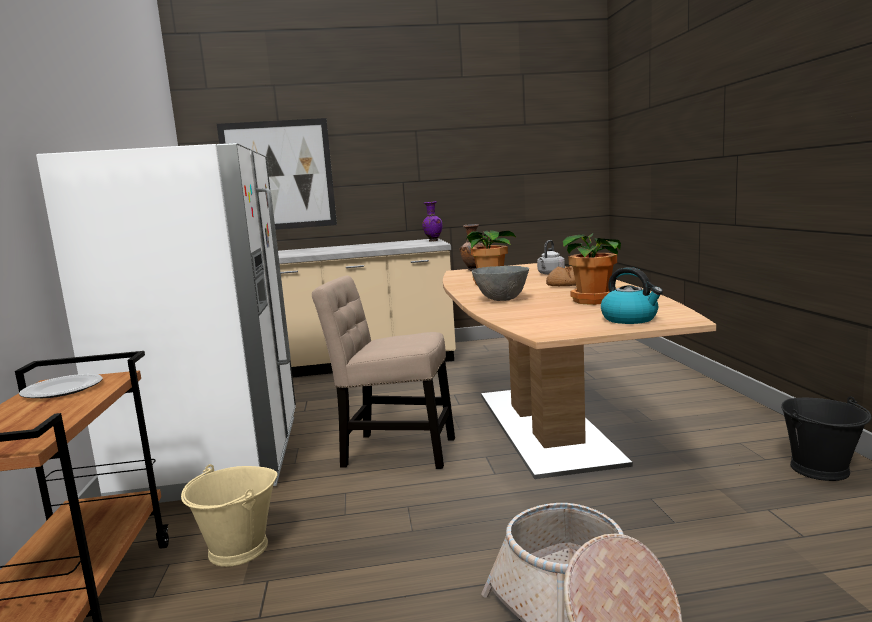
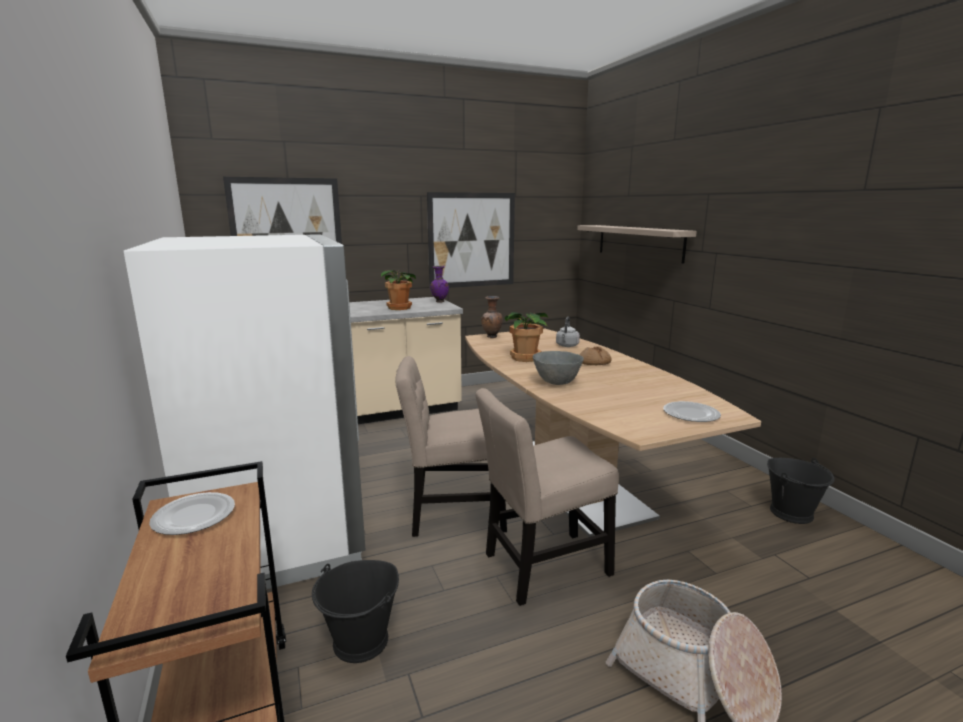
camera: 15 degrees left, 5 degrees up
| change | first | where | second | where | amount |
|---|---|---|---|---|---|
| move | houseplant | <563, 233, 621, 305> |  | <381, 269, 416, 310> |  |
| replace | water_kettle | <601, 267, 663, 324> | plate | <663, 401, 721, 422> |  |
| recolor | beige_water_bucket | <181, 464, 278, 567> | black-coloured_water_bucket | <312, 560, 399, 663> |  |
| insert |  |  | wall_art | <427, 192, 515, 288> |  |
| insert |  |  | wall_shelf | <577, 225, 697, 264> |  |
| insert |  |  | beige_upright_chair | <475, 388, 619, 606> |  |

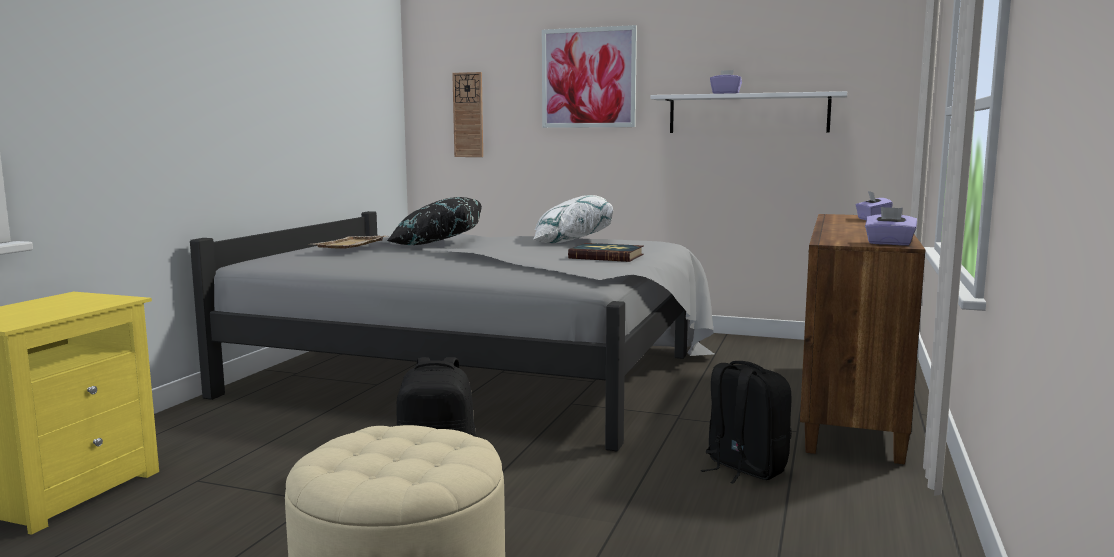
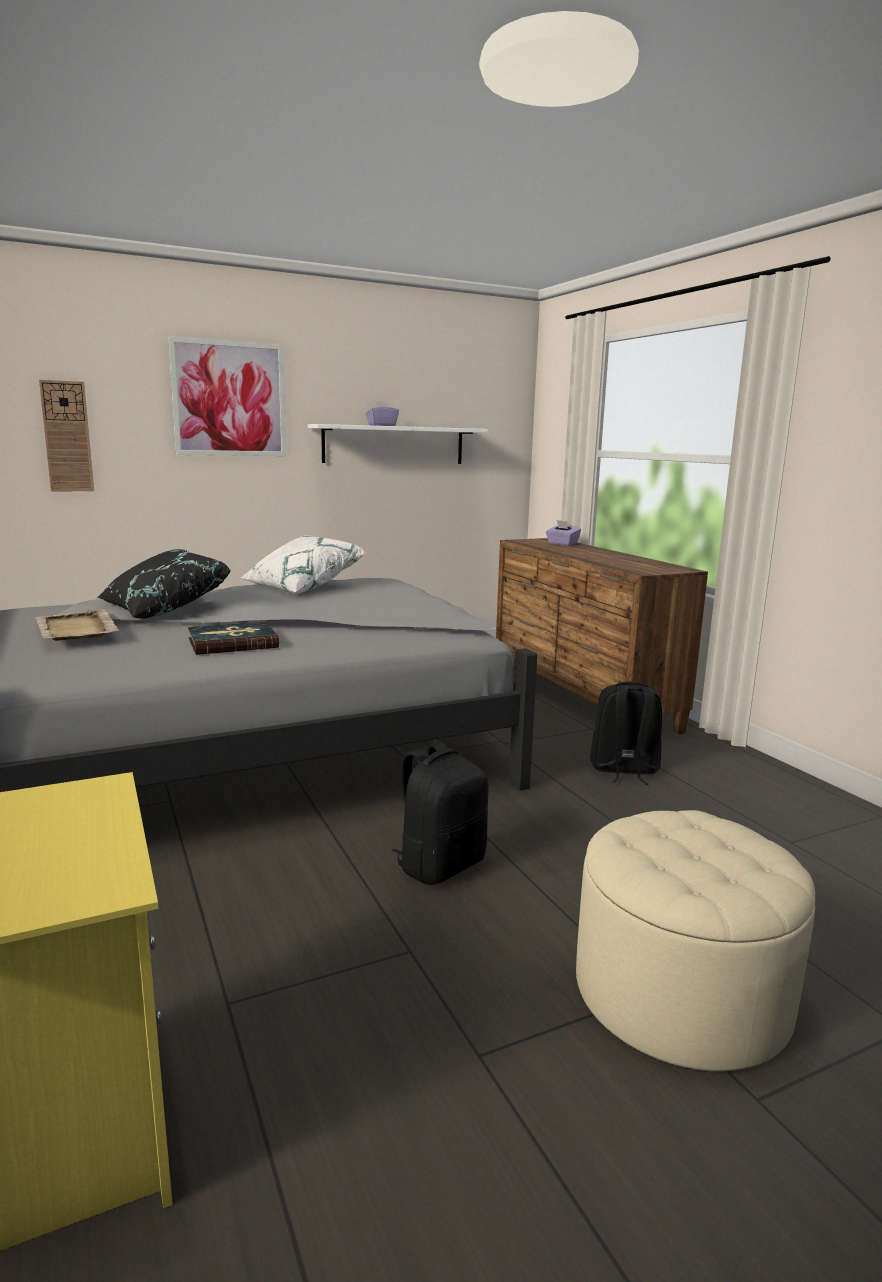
camera: 45 degrees left, 5 degrees up
| change | first | where | second | where | amount |
|---|---|---|---|---|---|
| delete | purple_tissue_holder | <865, 207, 917, 246> |  |  |  |
| move | book | <568, 243, 644, 262> |  | <188, 622, 279, 655> |  |

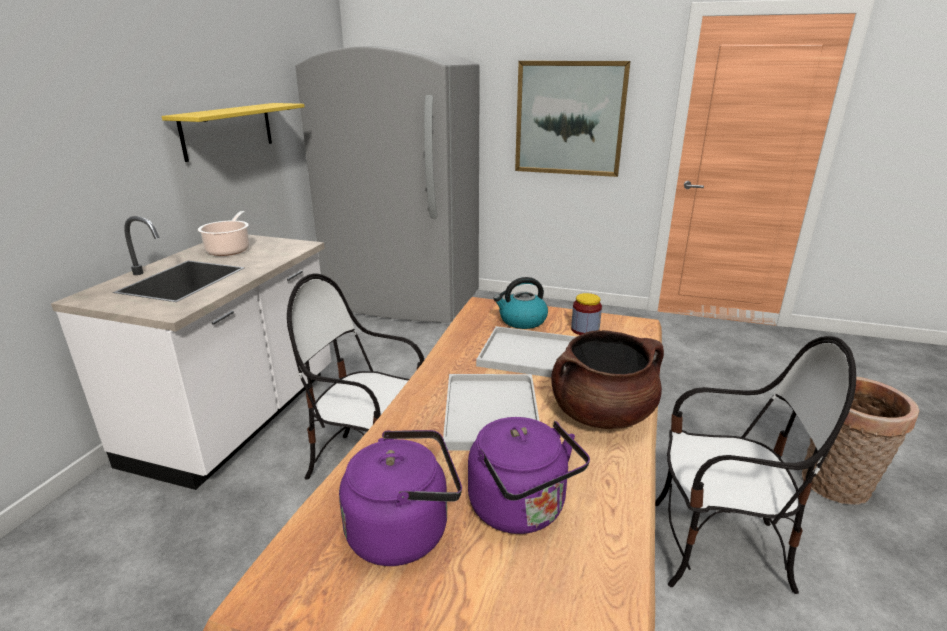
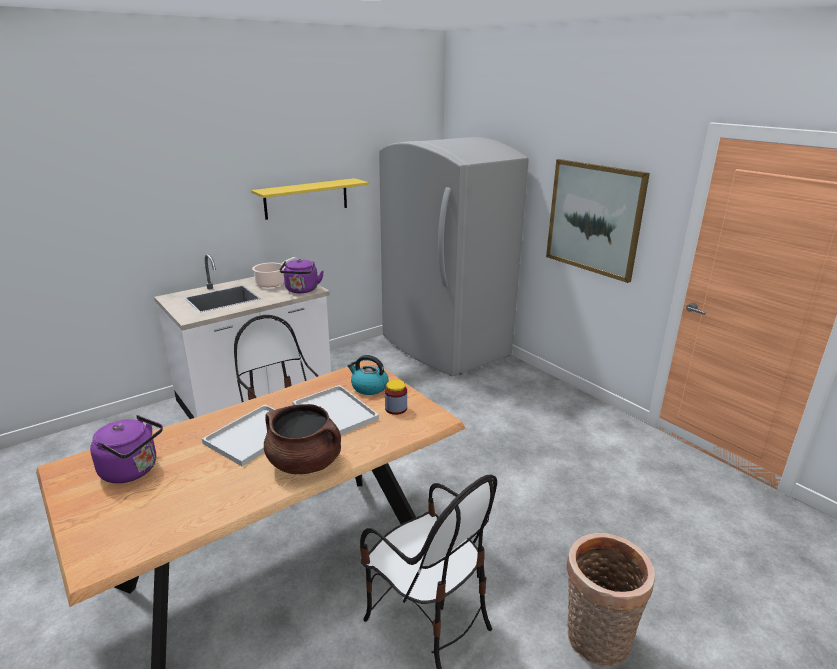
camera: 35 degrees right, 0 degrees up
| change | first | where | second | where | amount |
|---|---|---|---|---|---|
| move | purple_water_kettle | <468, 417, 590, 534> |  | <280, 259, 324, 293> |  |

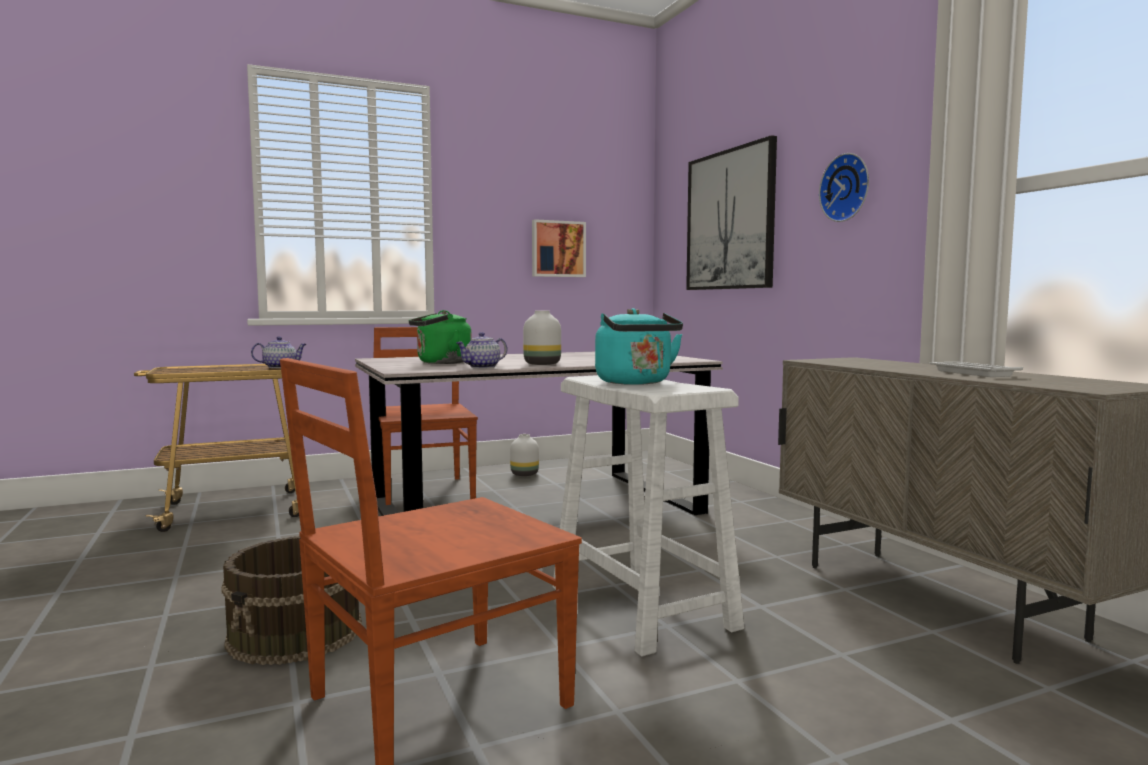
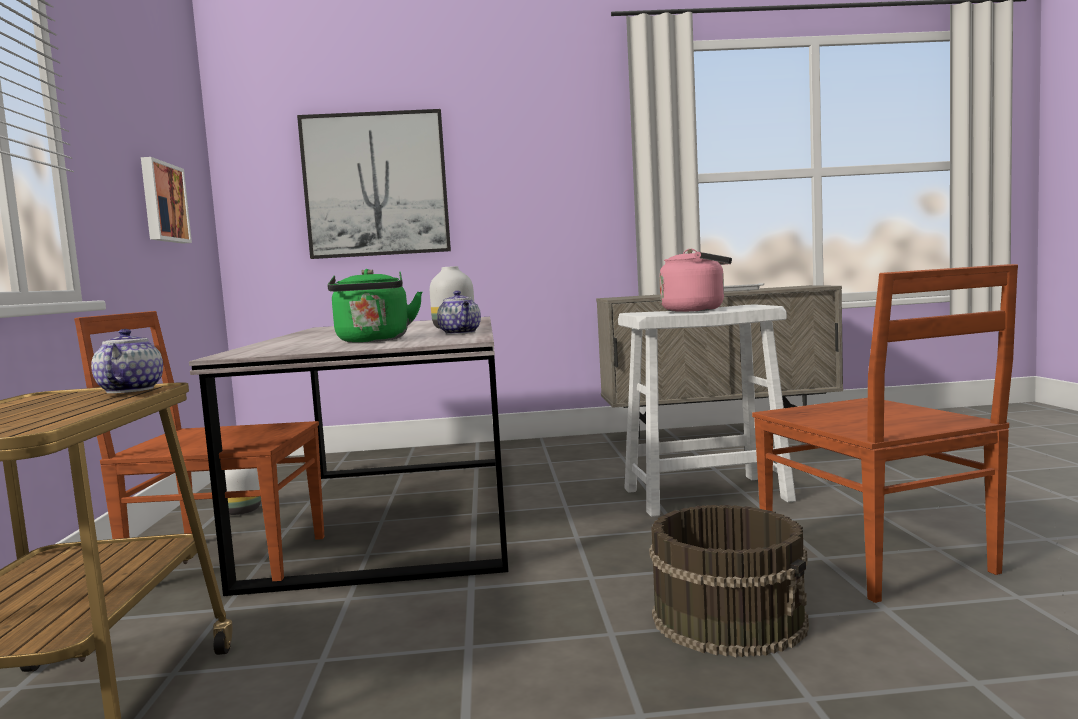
camera: 70 degrees left, 0 degrees up
| change | first | where | second | where | amount |
|---|---|---|---|---|---|
| delete | clock_on_the_wall | <819, 153, 869, 222> |  |  |  |
| recolor | turquoise-coloured_water_kettle | <595, 308, 683, 385> | pink-coloured_water_kettle | <659, 249, 732, 312> |  |

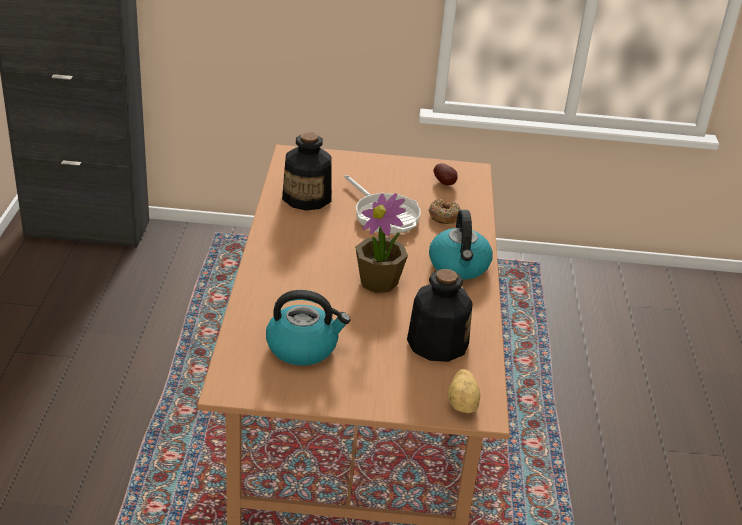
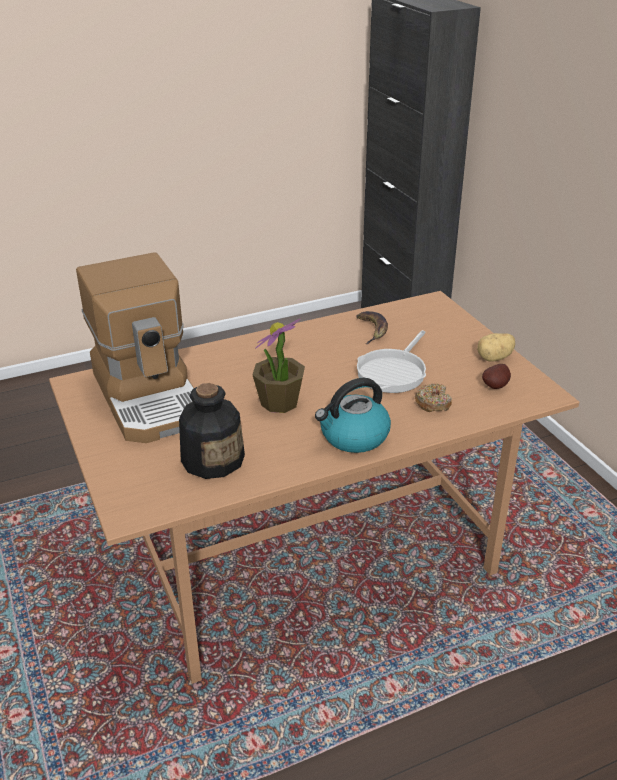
camera: 65 degrees right, 0 degrees up
| change | first | where | second | where | amount |
|---|---|---|---|---|---|
| replace | beverage_bottle | <282, 132, 332, 211> | banana | <356, 311, 388, 344> |  |
| replace | water_kettle | <266, 290, 351, 365> | coffee_maker | <76, 252, 194, 443> |  |
| move | spud | <447, 369, 480, 413> |  | <477, 333, 515, 362> |  |

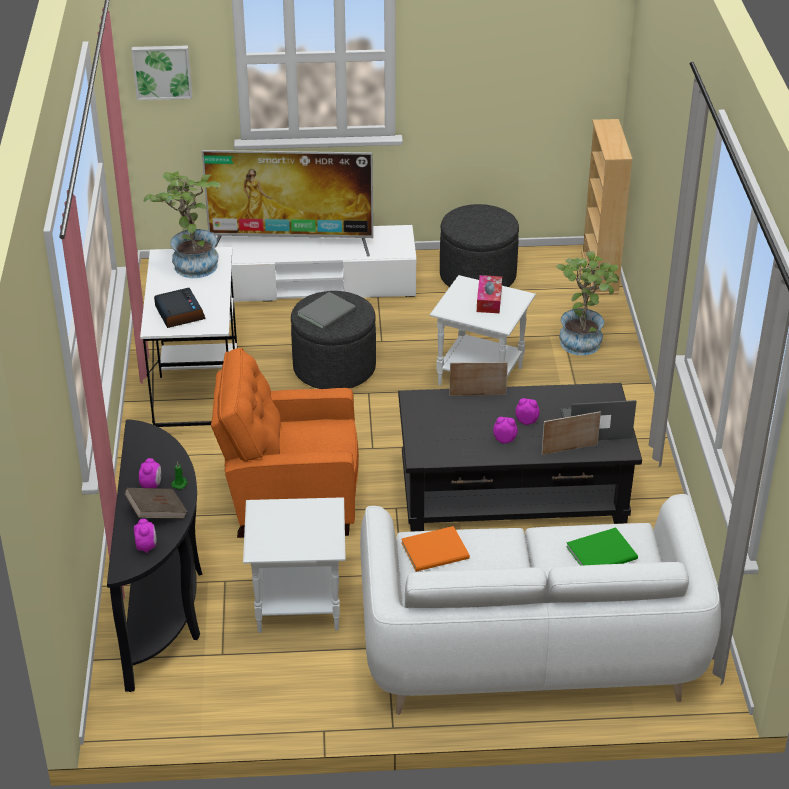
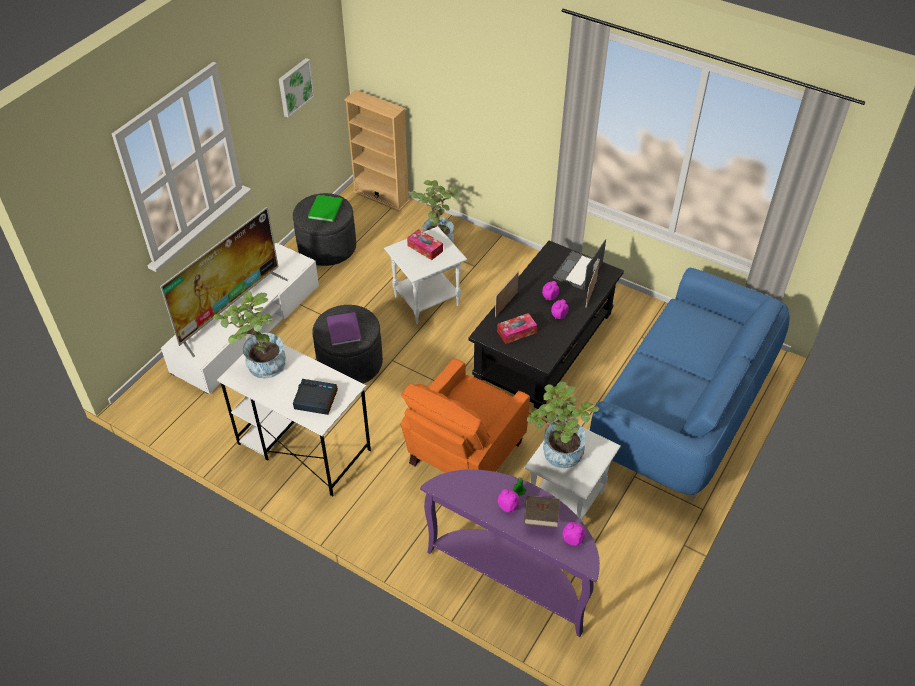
camera: 55 degrees left, 10 degrees up
| change | first | where | second | where | amount |
|---|---|---|---|---|---|
| move | wall_art | <131, 46, 192, 100> |  | <279, 58, 315, 118> |  |
| recolor | greyish_book | <297, 292, 356, 330> | purple_book | <327, 312, 362, 346> |  |
| recolor | black-coloured_console_table | <107, 420, 203, 692> | purple_console_table | <420, 469, 600, 637> |  |
| recolor | whitish_sofa | <360, 494, 721, 715> | bluish_sofa | <590, 268, 790, 502> |  |
| delete | orange_book | <401, 526, 470, 572> |  |  |  |
| move | greenish_book | <566, 527, 638, 566> |  | <308, 195, 343, 222> |  |
| insert |  |  | tissue_holder | <497, 313, 537, 344> |  |
| insert |  |  | houseplant | <527, 382, 599, 468> |  |

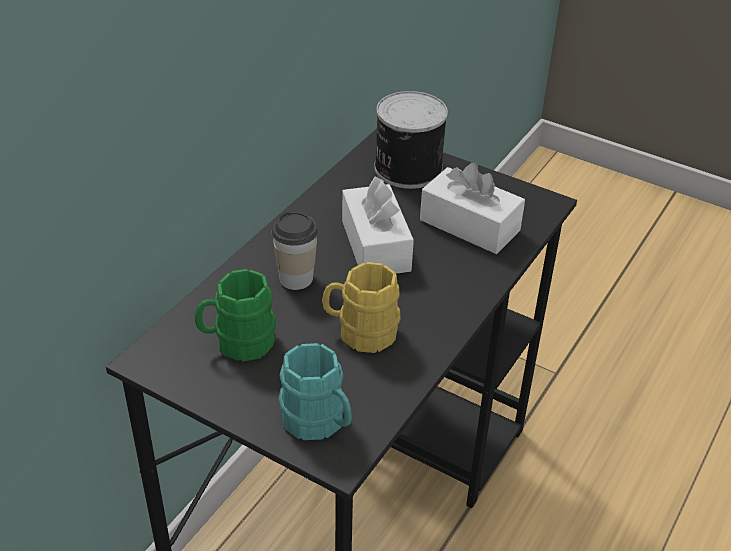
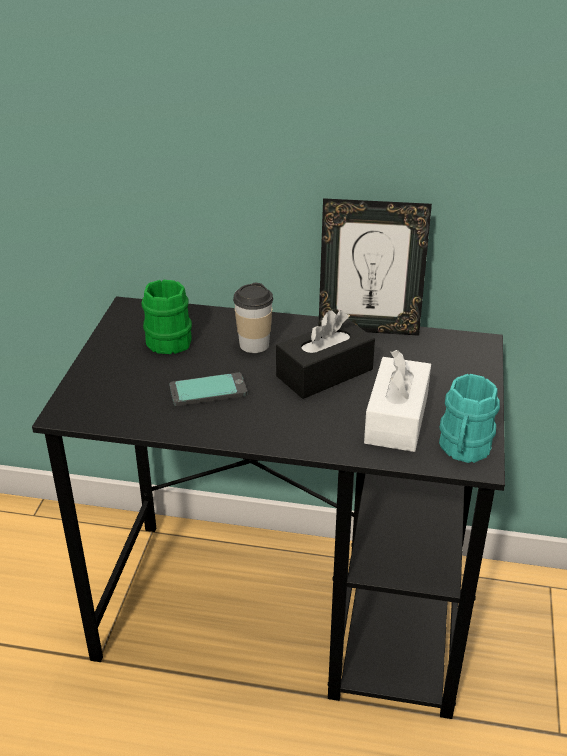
camera: 70 degrees right, 5 degrees down
| change | first | where | second | where | amount |
|---|---|---|---|---|---|
| delete | sealed_can | <374, 91, 448, 189> |  |  |  |
| recolor | whitish_tissue_holder | <342, 176, 414, 274> | black-coloured_tissue_holder | <276, 310, 375, 399> |  |
| replace | yellow_mug | <322, 262, 400, 353> | phone | <169, 372, 247, 406> |  |
| move | turquoise-coloured_mug | <278, 343, 352, 440> |  | <439, 374, 500, 463> |  |
| insert |  |  | picture_frame | <319, 198, 432, 336> |  |

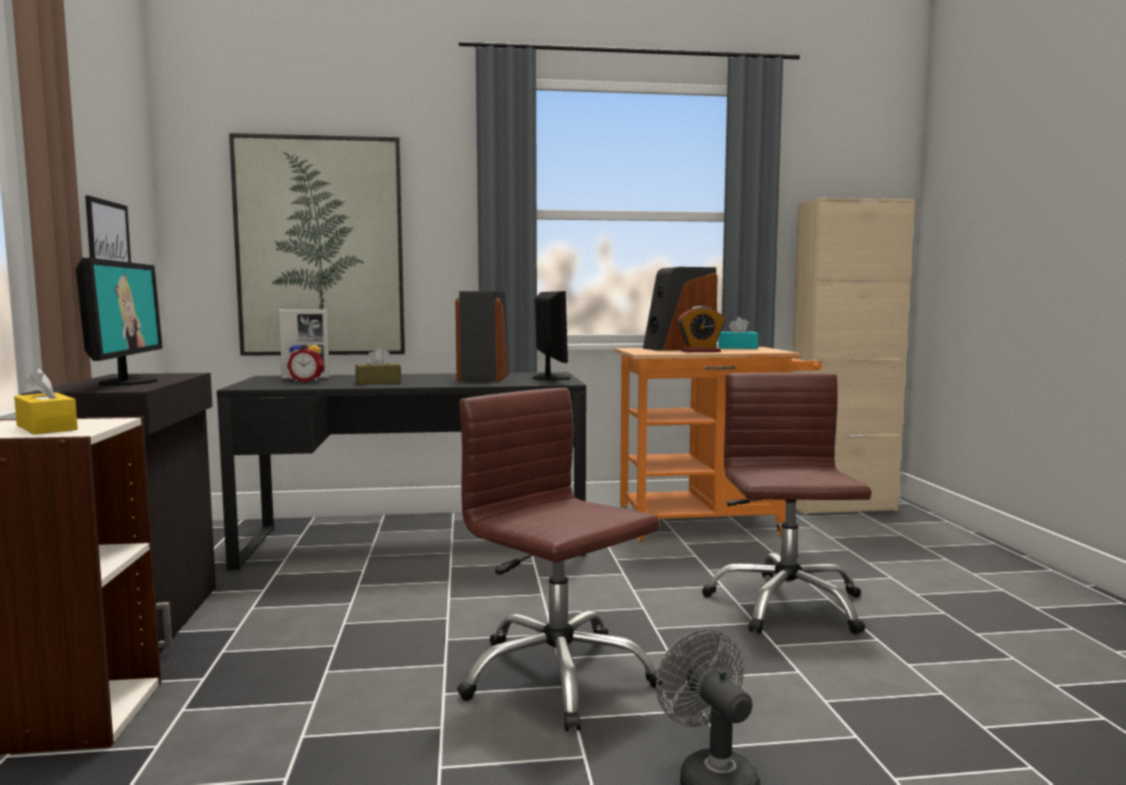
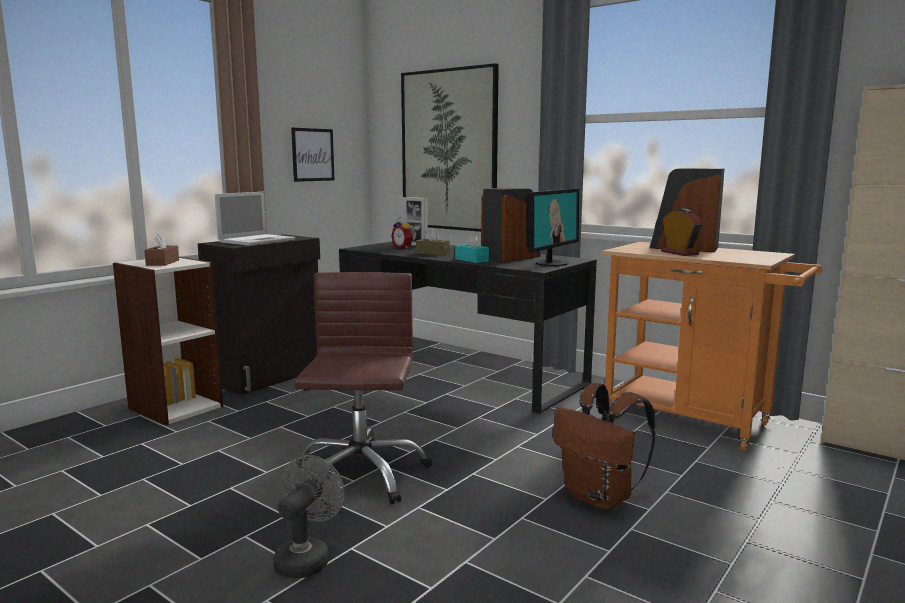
camera: 45 degrees right, 5 degrees up
| change | first | where | second | where | amount |
|---|---|---|---|---|---|
| replace | monitor | <76, 258, 163, 385> | laptop | <215, 192, 295, 246> |  |
| rotate | bedside_clock | <678, 306, 725, 352> |  | <661, 208, 702, 256> | 150 degrees counterclockwise |
| move | turquoise-coloured_tissue_holder | <718, 317, 758, 349> |  | <455, 233, 489, 263> |  |
| recolor | yellow_tissue_holder | <14, 367, 78, 434> | brownish_tissue_holder | <144, 233, 179, 266> |  |
| replace | brownish_desk_chair | <702, 373, 872, 634> | brownish_rucksack | <553, 383, 656, 510> |  |

